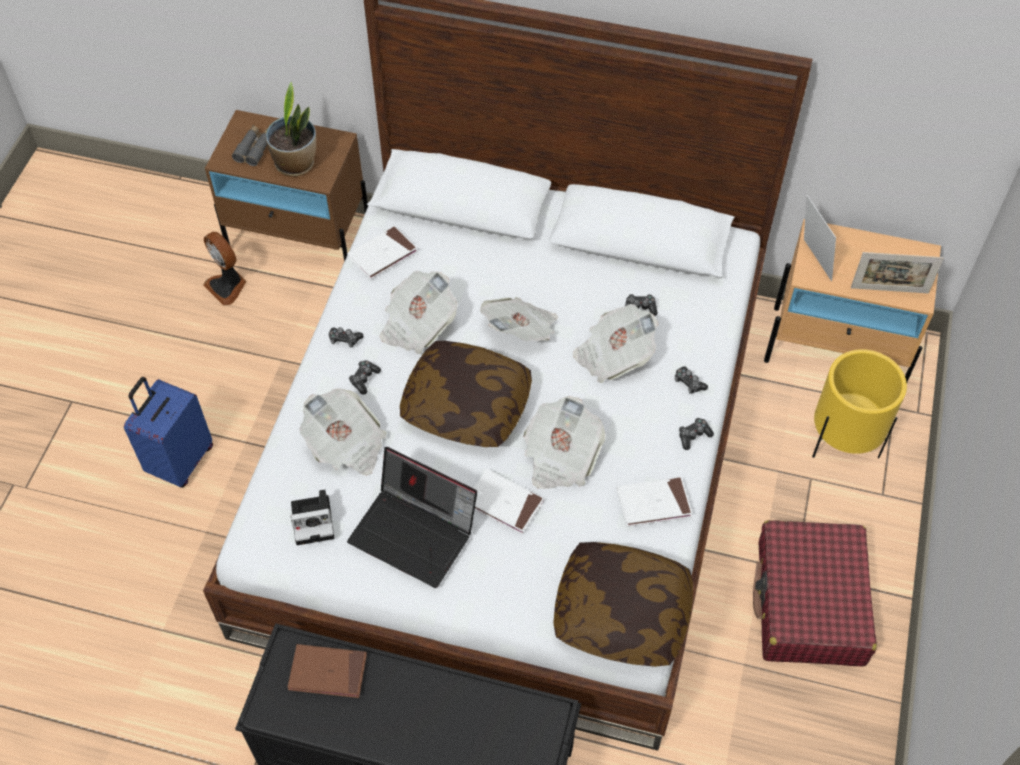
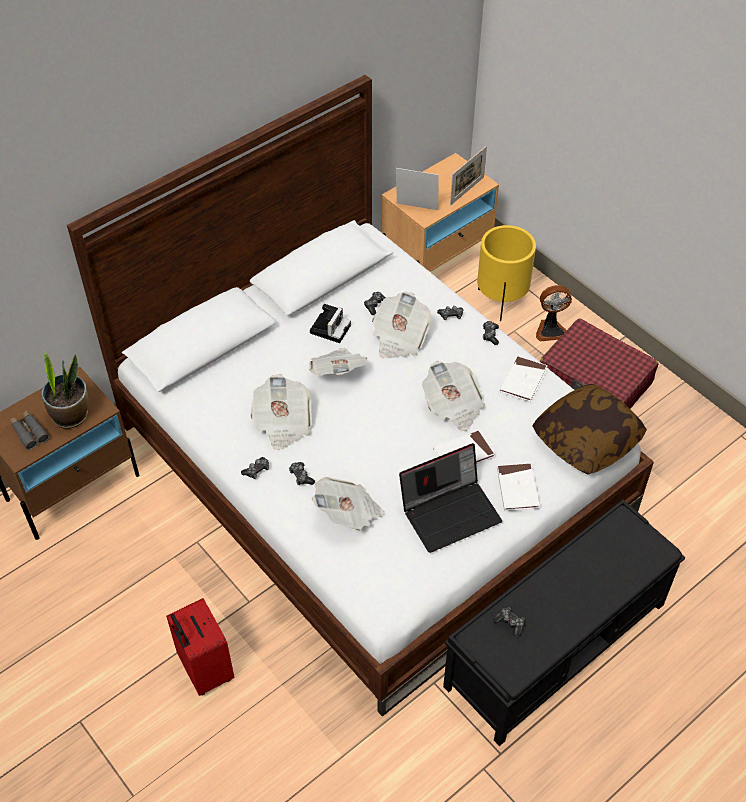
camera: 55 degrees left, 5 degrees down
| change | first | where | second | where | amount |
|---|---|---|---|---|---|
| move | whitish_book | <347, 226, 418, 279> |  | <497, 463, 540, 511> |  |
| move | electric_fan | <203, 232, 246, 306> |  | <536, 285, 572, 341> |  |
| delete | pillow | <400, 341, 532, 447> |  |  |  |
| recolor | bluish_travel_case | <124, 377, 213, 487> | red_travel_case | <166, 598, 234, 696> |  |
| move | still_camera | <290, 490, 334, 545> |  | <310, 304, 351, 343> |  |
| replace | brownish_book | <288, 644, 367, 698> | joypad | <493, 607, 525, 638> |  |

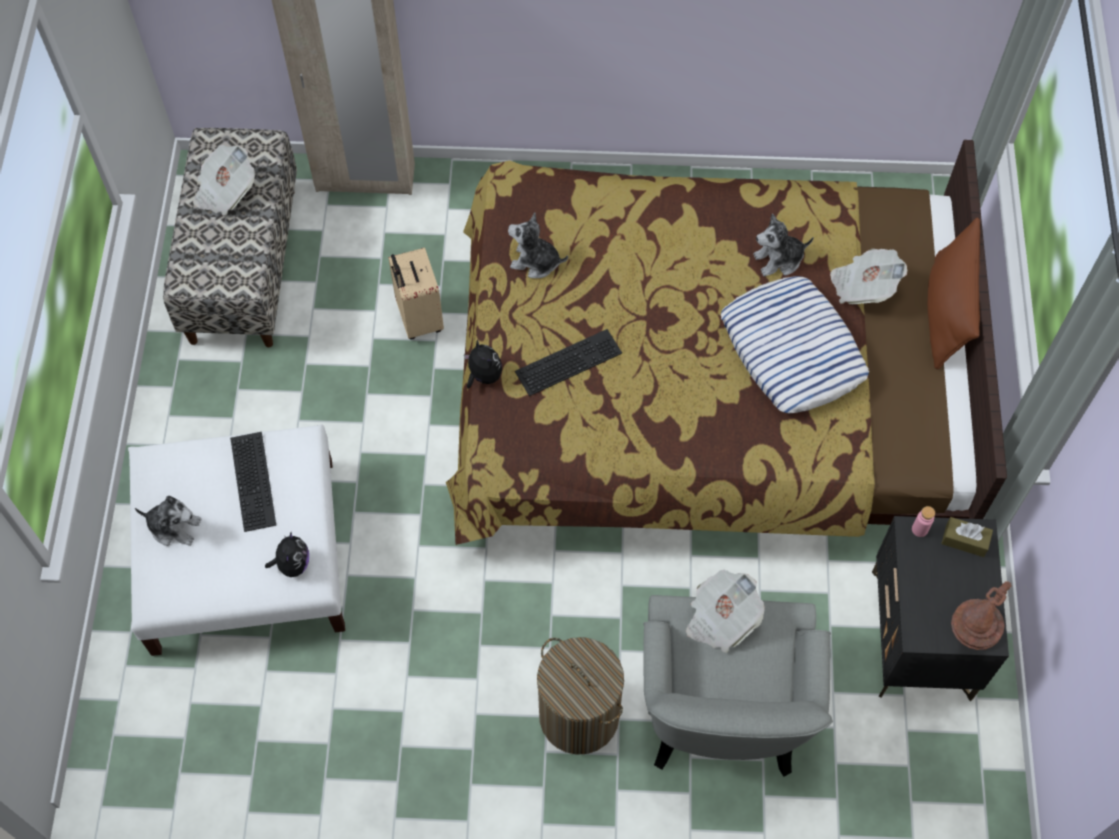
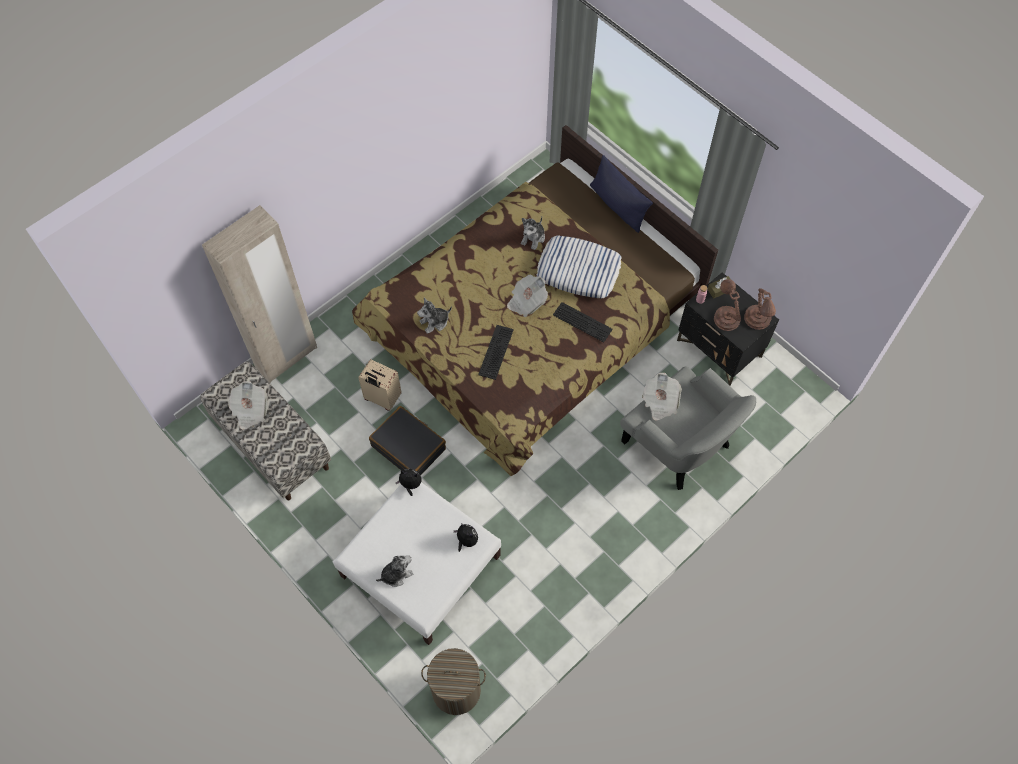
camera: 45 degrees left, 0 degrees up
| change | first | where | second | where | amount |
|---|---|---|---|---|---|
| recolor | brownish_pillow | <927, 218, 980, 370> | bluish_pillow | <590, 155, 653, 233> |  |
| move | printed_paper | <830, 248, 907, 304> |  | <507, 275, 548, 317> |  |
| move | plush_toy | <464, 339, 502, 388> |  | <396, 469, 422, 496> |  |
| move | PC_keyboard | <230, 432, 276, 532> |  | <553, 302, 613, 342> |  |
| move | washing_basket | <537, 637, 624, 755> |  | <421, 648, 486, 715> |  |
| insert |  |  | brownish_table_lamp | <714, 279, 741, 331> |  |
| insert |  |  | black-coloured_travel_case | <369, 406, 446, 476> |  |

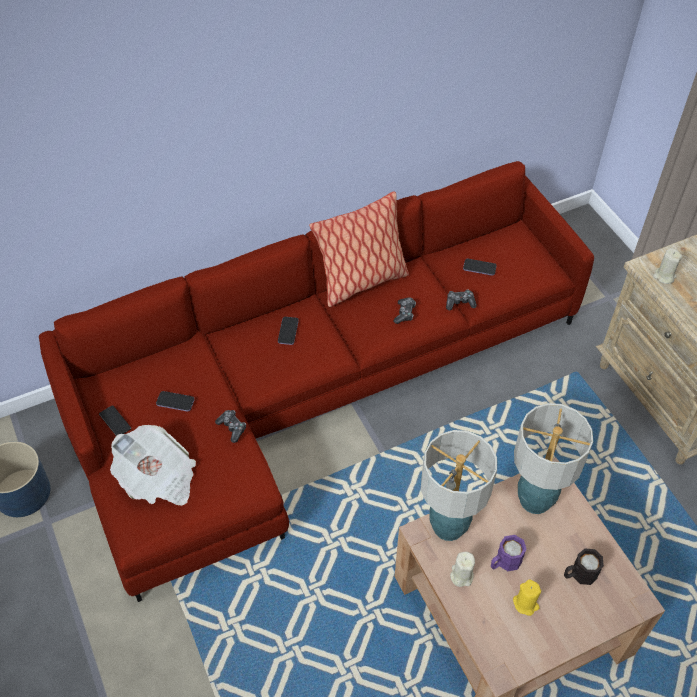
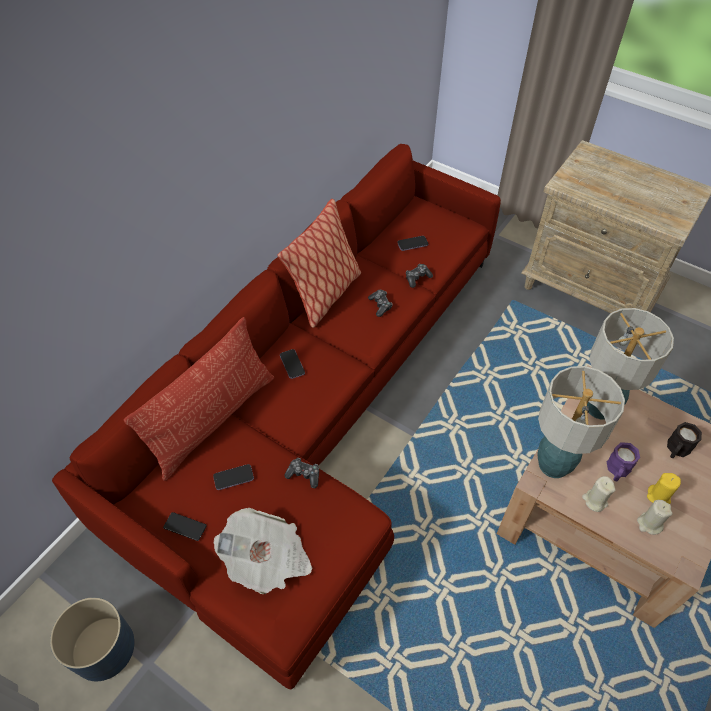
camera: 30 degrees left, 0 degrees up
| change | first | where | second | where | amount |
|---|---|---|---|---|---|
| move | beige_wax_candle | <653, 248, 682, 284> |  | <637, 500, 672, 535> |  |
| insert |  |  | pillow | <124, 317, 274, 481> |  |

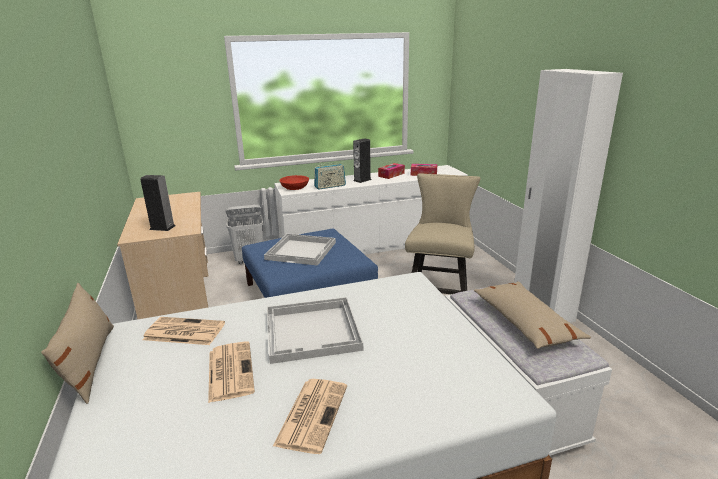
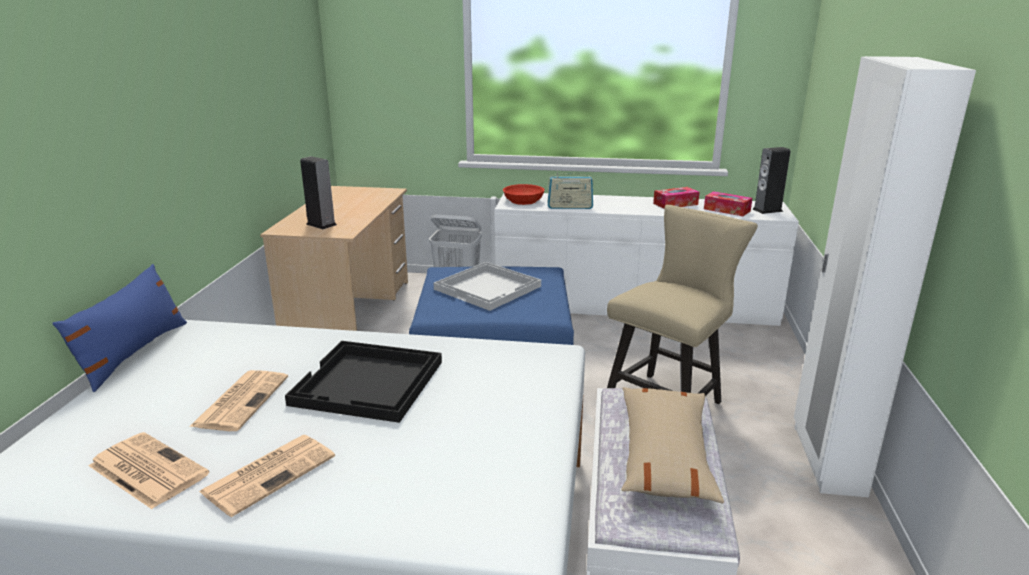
camera: 25 degrees right, 0 degrees up
| change | first | where | second | where | amount |
|---|---|---|---|---|---|
| move | audio_speaker | <353, 138, 372, 183> |  | <753, 147, 791, 214> |  |
| recolor | beige_pillow | <41, 283, 114, 404> | bluish_pillow | <52, 264, 187, 392> |  |
| recolor | whitish_carrying_tray | <267, 297, 363, 364> | black-coloured_carrying_tray | <285, 341, 442, 423> |  |
| move | printed_paper | <142, 317, 225, 345> |  | <89, 432, 209, 509> |  |

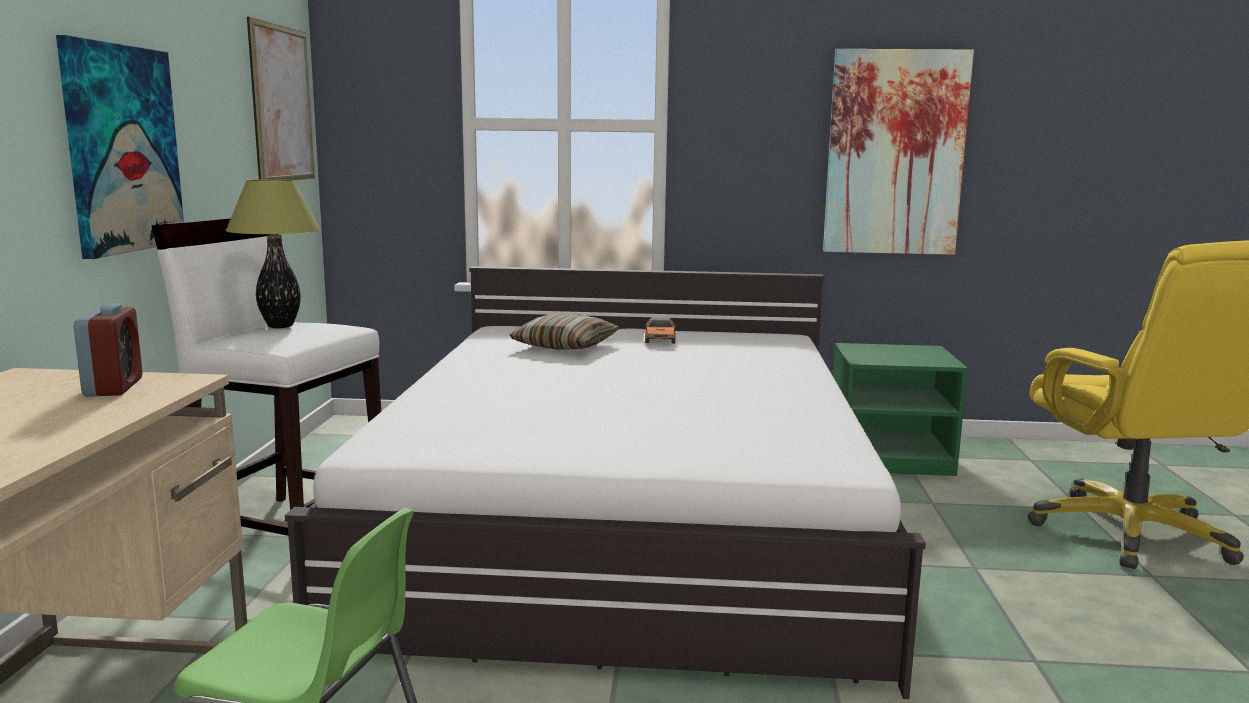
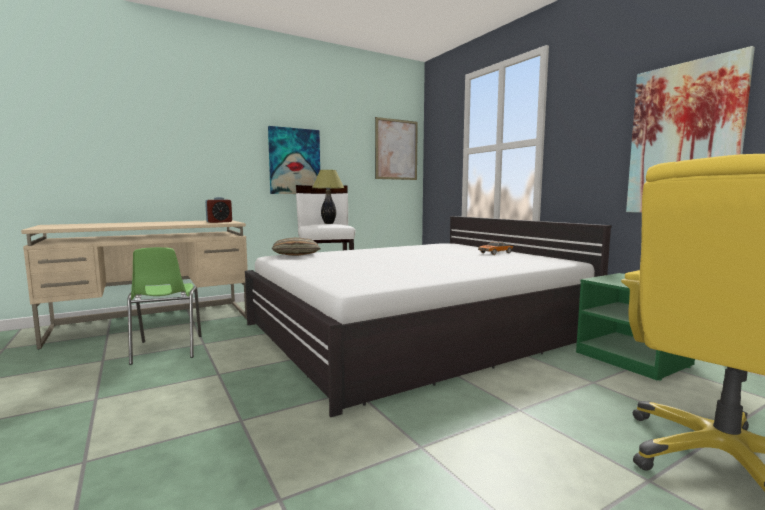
camera: 55 degrees right, 5 degrees down
| change | first | where | second | where | amount |
|---|---|---|---|---|---|
| move | pillow | <509, 314, 620, 350> |  | <272, 237, 321, 256> |  |

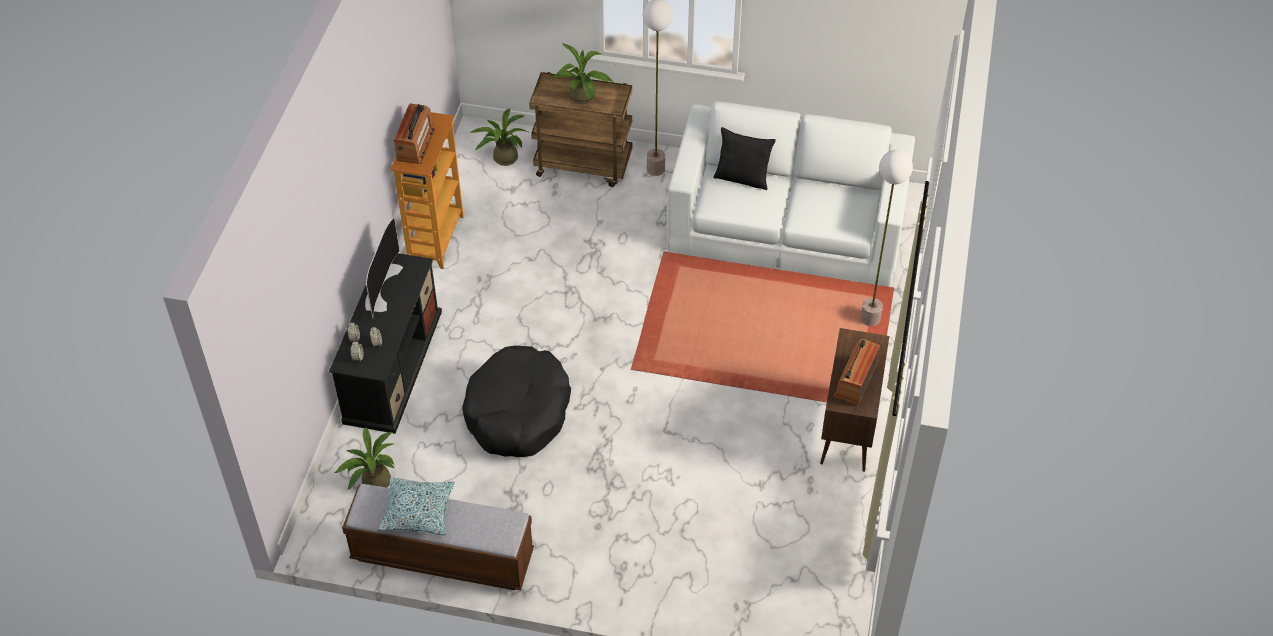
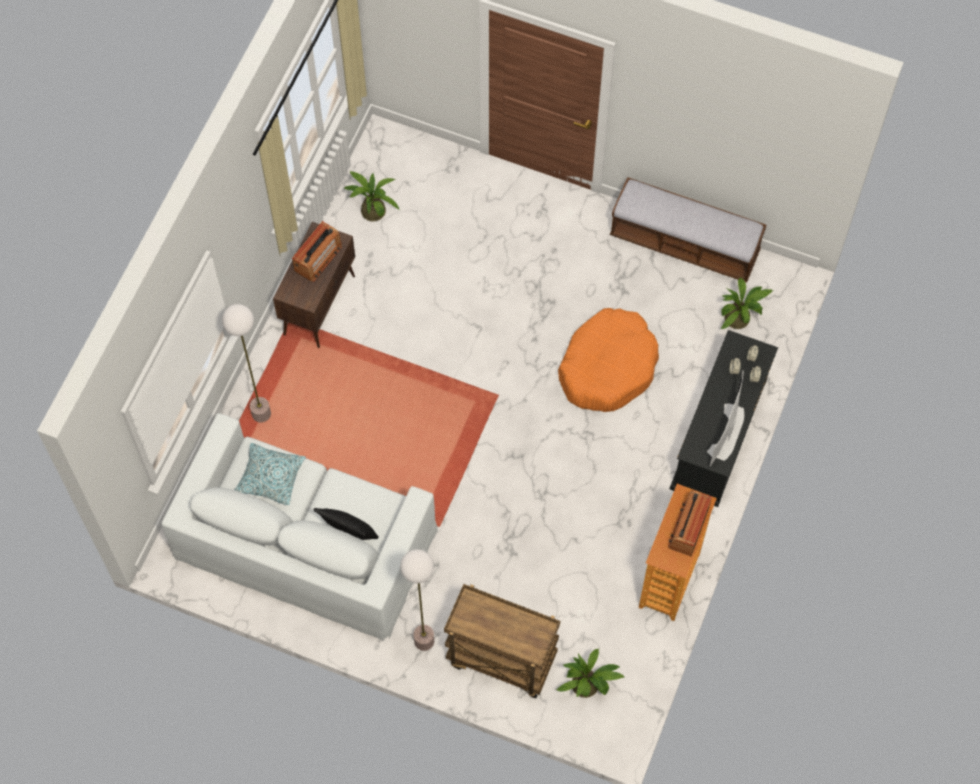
camera: 170 degrees left, 15 degrees up
| change | first | where | second | where | amount |
|---|---|---|---|---|---|
| move | houseplant | <552, 43, 614, 104> |  | <344, 171, 400, 221> |  |
| recolor | black-coloured_dog_bed | <462, 346, 571, 457> | orange_dog_bed | <558, 308, 659, 412> |  |
| move | pillow | <378, 478, 455, 535> |  | <235, 443, 306, 505> |  |

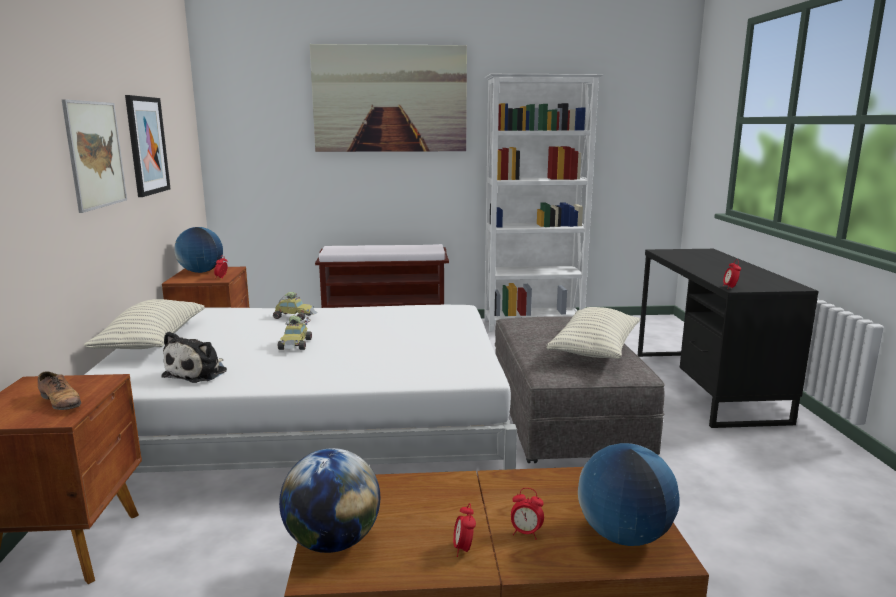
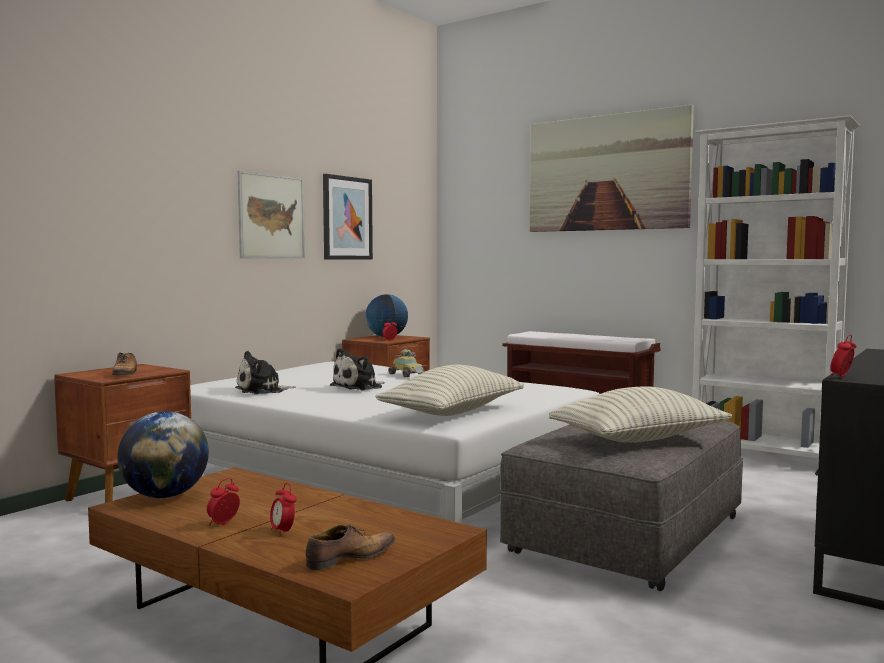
camera: 40 degrees right, 10 degrees down
| change | first | where | second | where | amount |
|---|---|---|---|---|---|
| move | pillow | <84, 299, 205, 349> |  | <375, 365, 524, 416> |  |
| replace | model_car | <277, 315, 312, 350> | plush_toy | <330, 348, 384, 391> |  |
| replace | desk_globe | <578, 443, 680, 546> | item_of_footwear | <306, 525, 395, 570> |  |

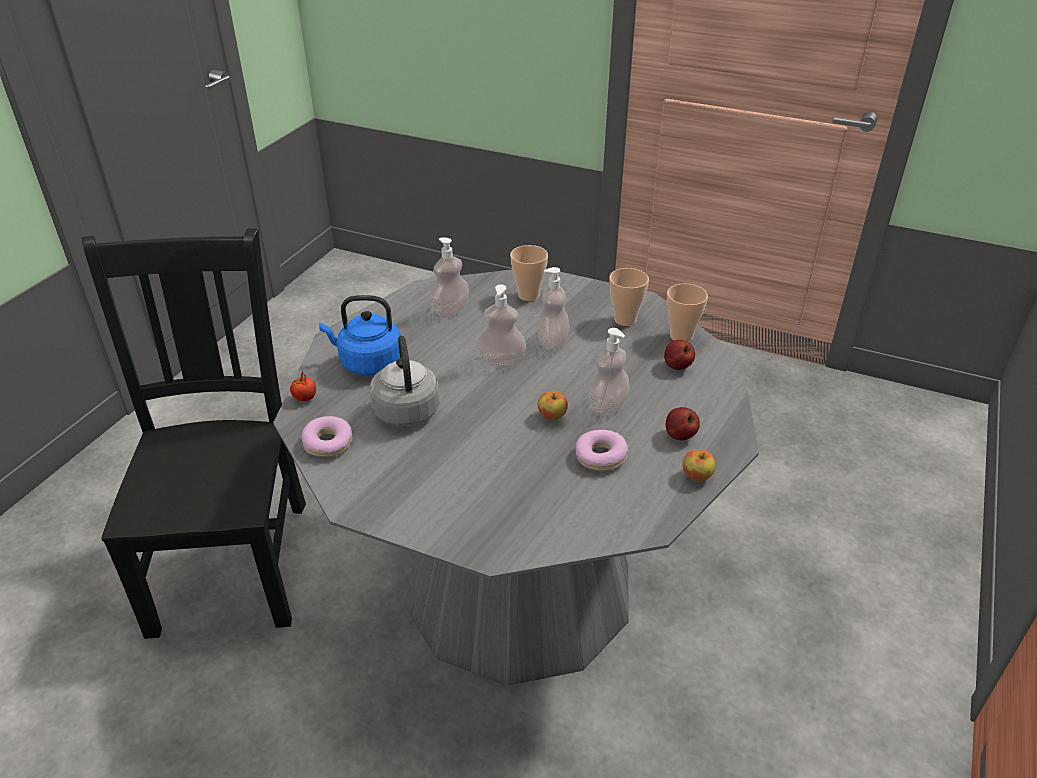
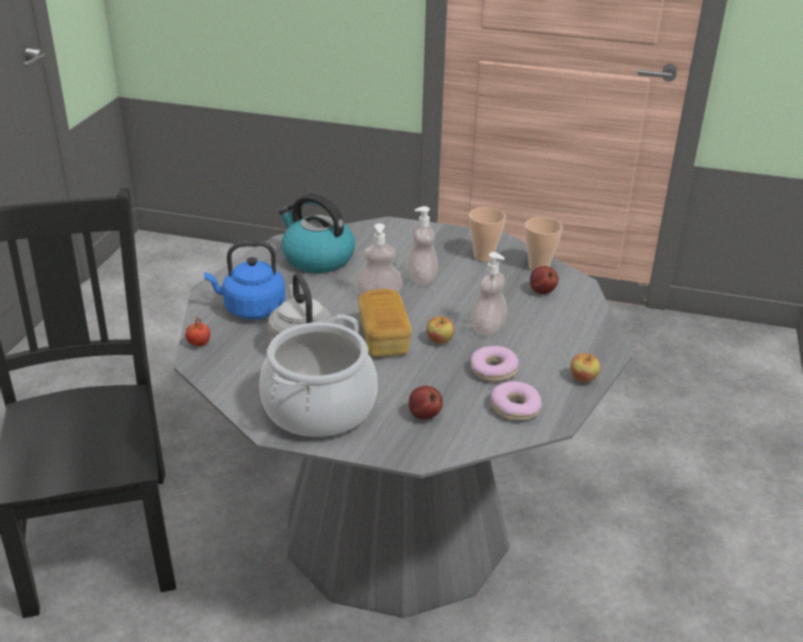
camera: 10 degrees left, 5 degrees down
| change | first | where | second | where | amount |
|---|---|---|---|---|---|
| replace | soap_bottle | <429, 237, 469, 316> | water_kettle | <279, 194, 355, 273> |  |
| delete | cup | <510, 245, 548, 301> |  |  |  |
| move | apple | <666, 407, 700, 440> |  | <409, 386, 443, 420> |  |
| move | ring_doughnut | <301, 416, 352, 457> |  | <491, 381, 542, 420> |  |
| insert |  |  | bread | <358, 289, 412, 357> |  |
| insert |  |  | saucepot | <259, 314, 377, 438> |  |

